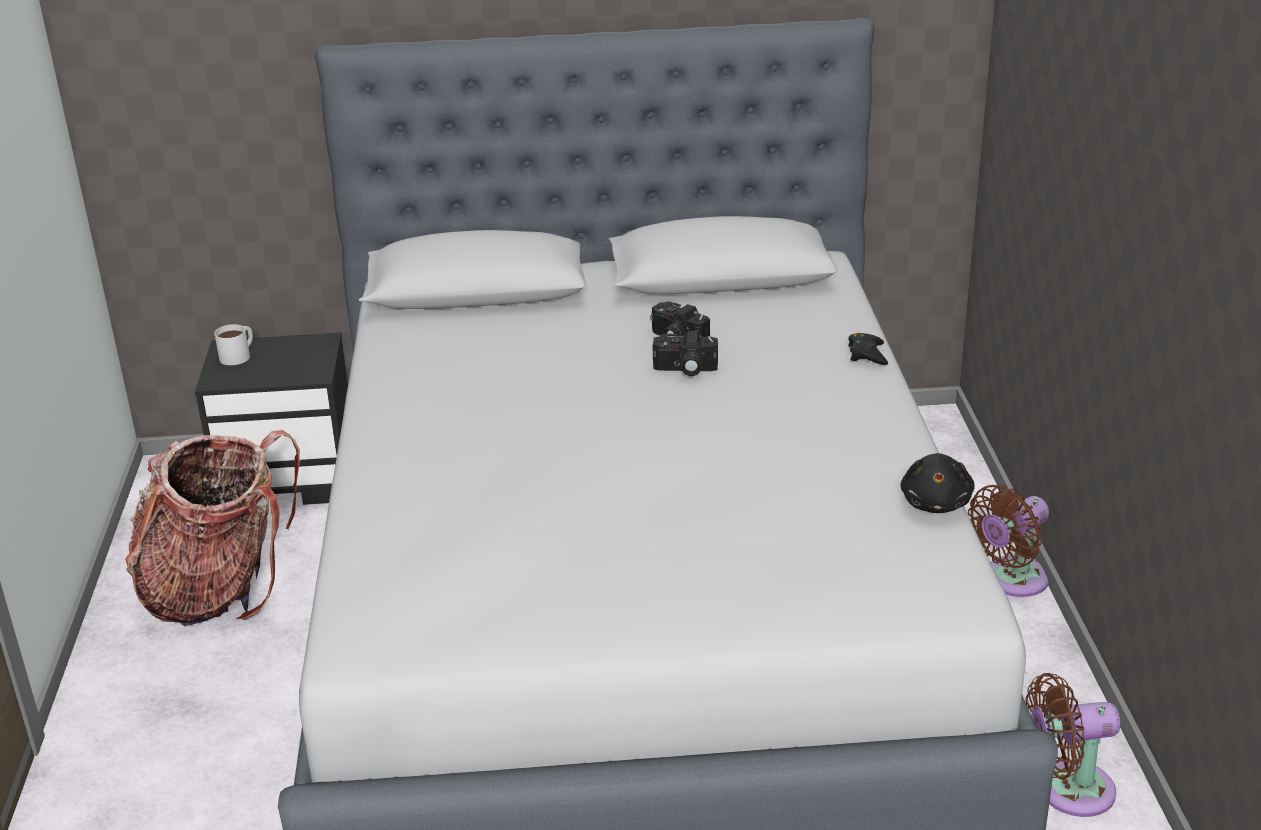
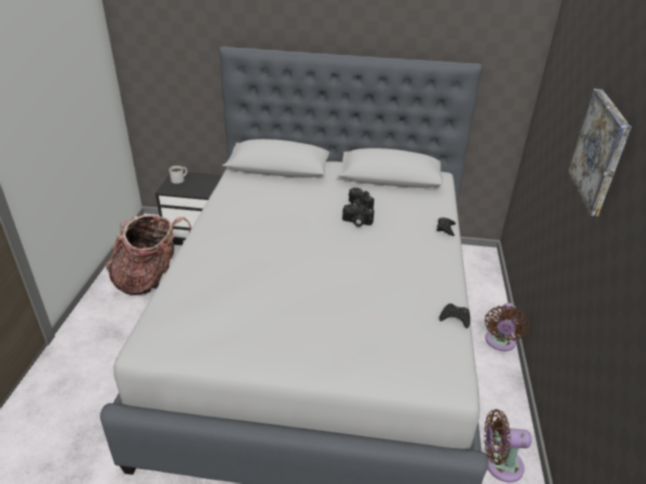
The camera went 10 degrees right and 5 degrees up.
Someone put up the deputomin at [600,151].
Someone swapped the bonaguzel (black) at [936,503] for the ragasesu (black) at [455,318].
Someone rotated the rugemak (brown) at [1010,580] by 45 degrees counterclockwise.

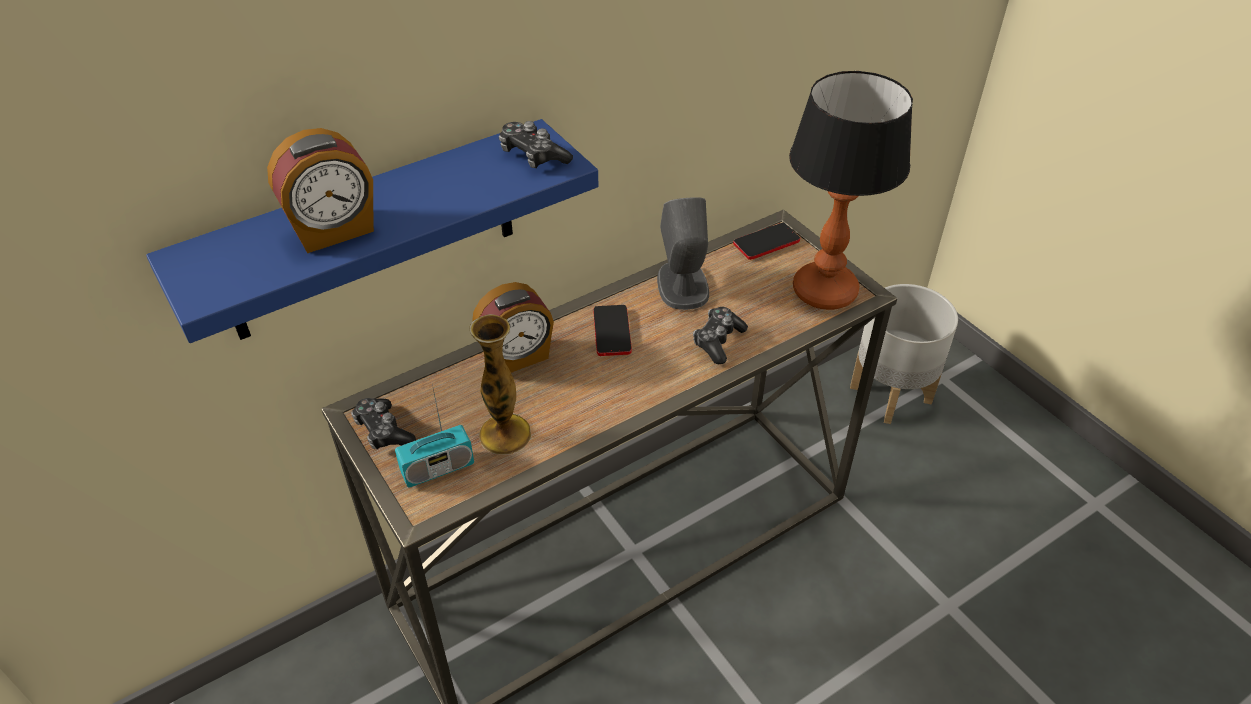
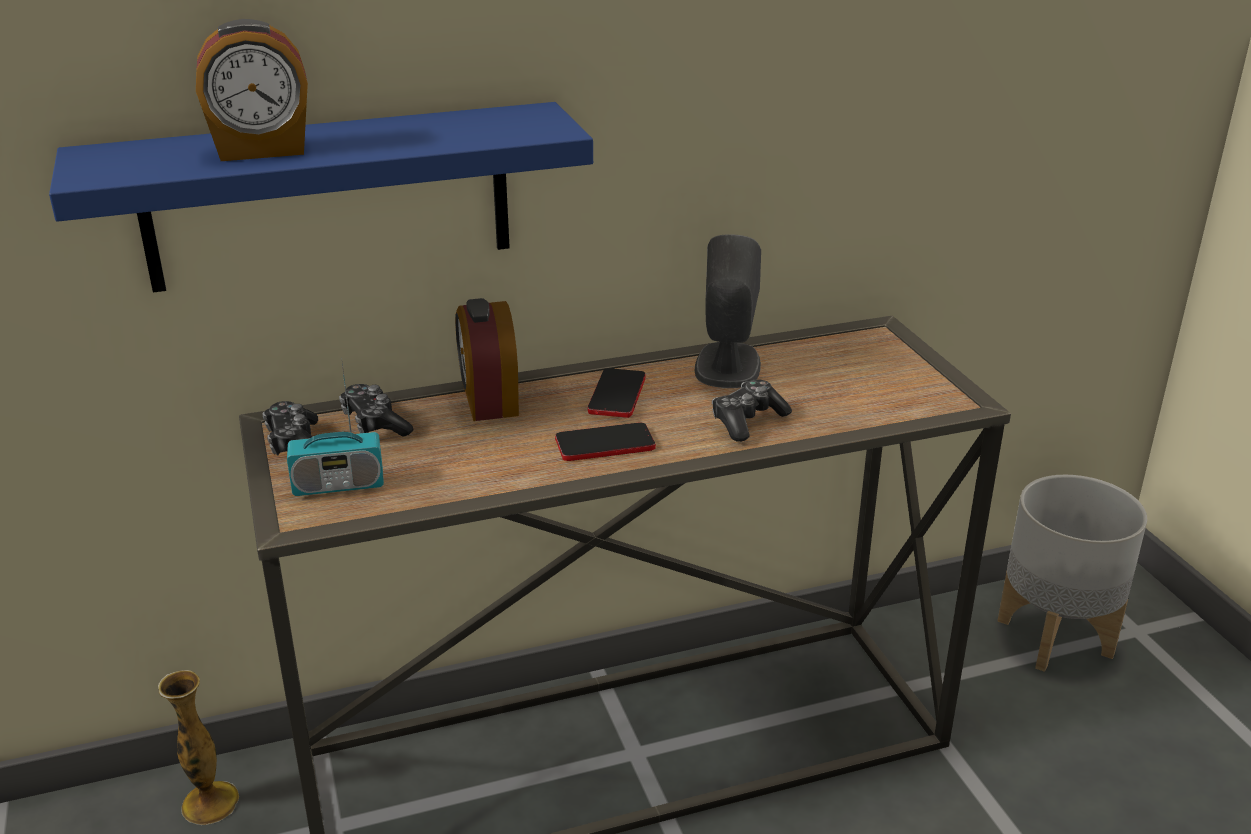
The camera went 15 degrees right and 15 degrees down.
Someone took away the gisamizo at [826,292].
Someone carried the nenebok from [505,434] to [210,803].
Someone carried the ragasesu from [533,156] to [375,423].
Someone carried the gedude from [766,242] to [605,444].
Someone rotated the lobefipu at [517,357] by 90 degrees clockwise.

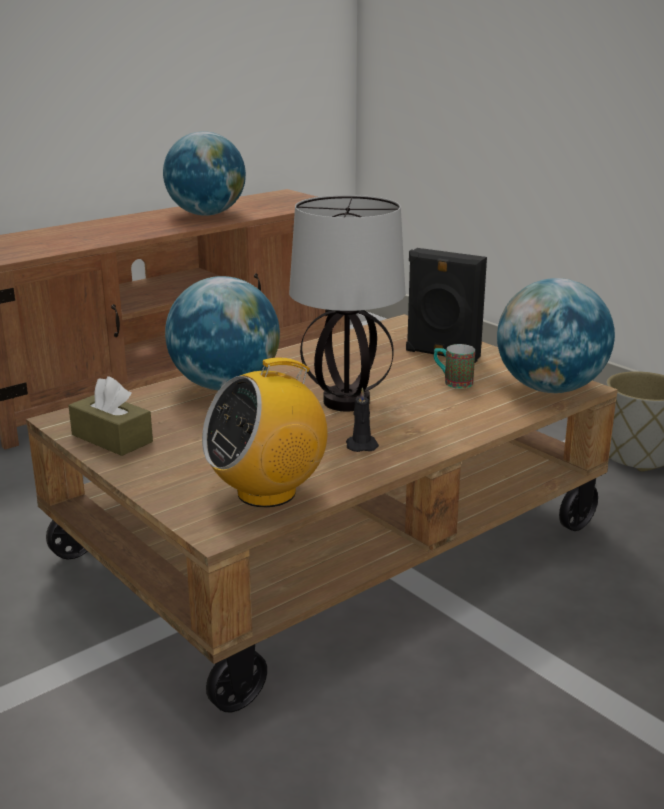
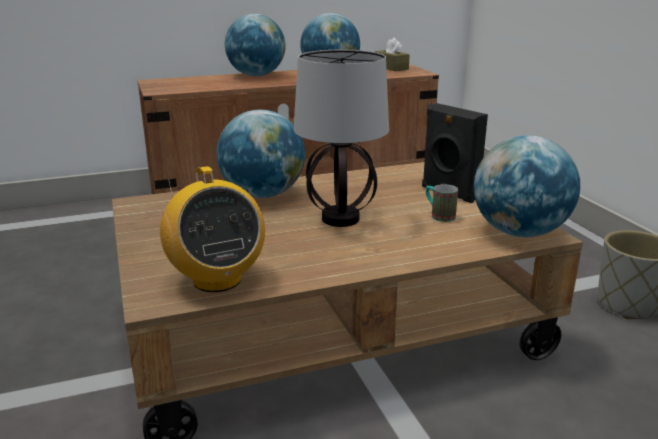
The camera went 20 degrees right and 0 degrees up.
Someone took away the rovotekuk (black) at [361,445].
Someone put down the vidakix at [256,75].
Someone carried the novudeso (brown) from [112,438] to [391,67].
Someone rotated the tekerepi at [267,492] by 105 degrees counterclockwise.

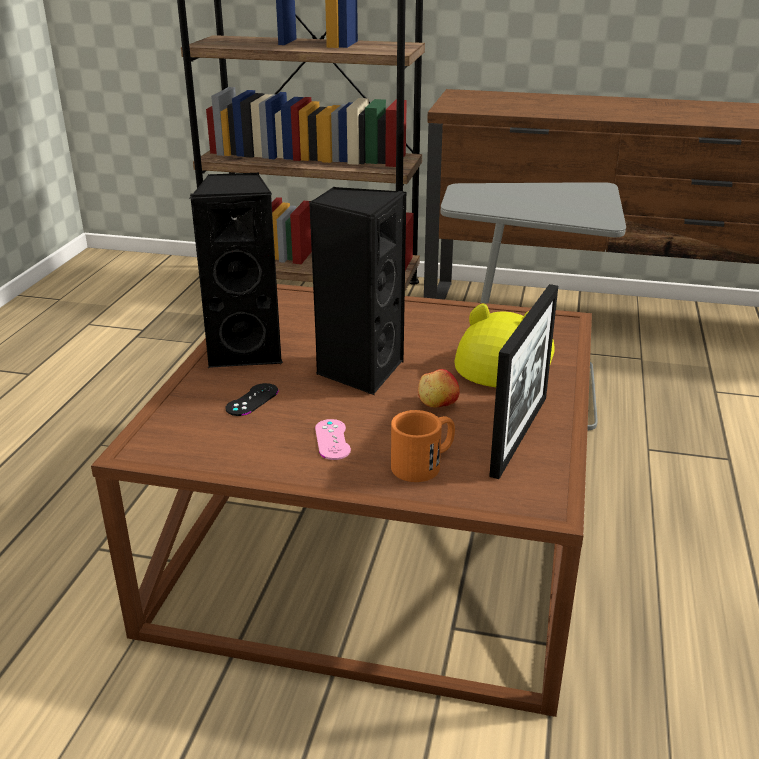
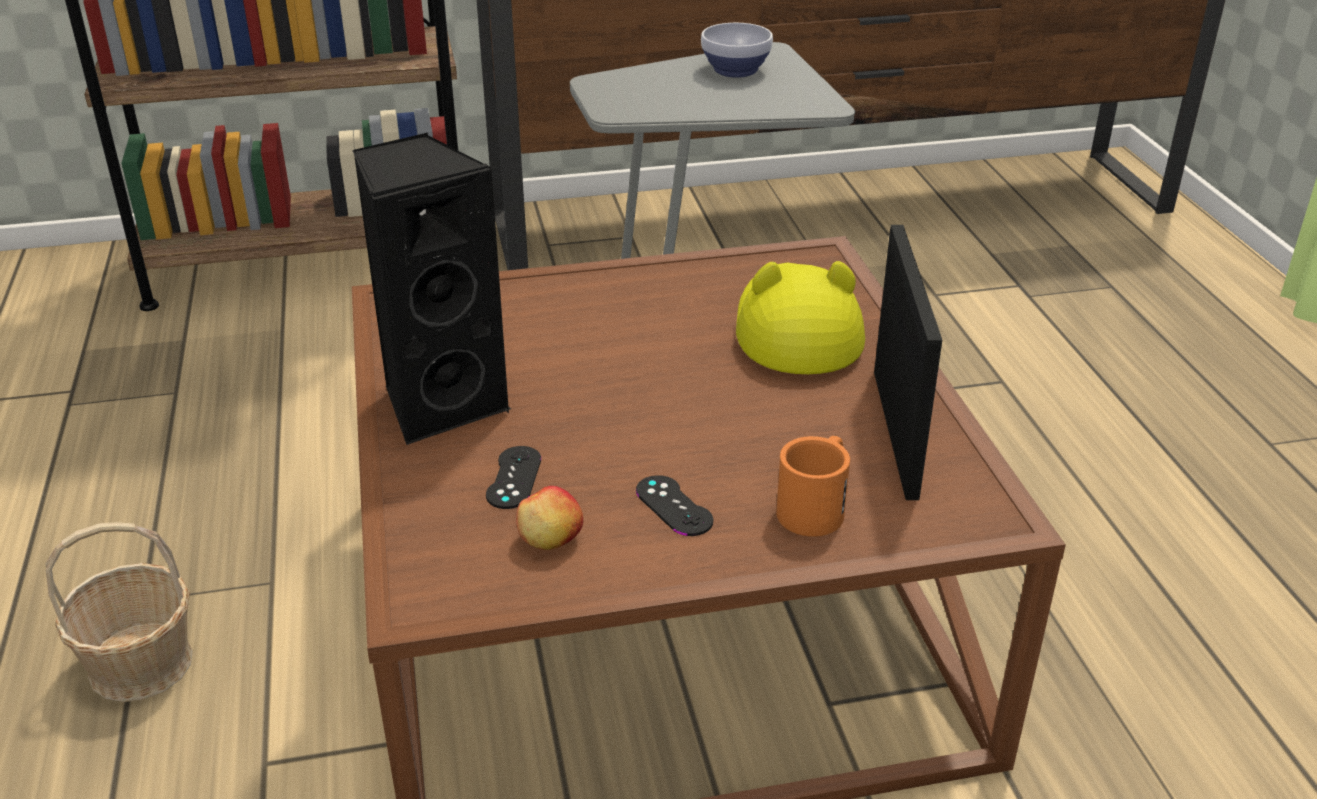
The camera went 25 degrees left and 5 degrees up.
Someone took away the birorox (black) at [359,370].
Someone put down the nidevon at [142,664].
Someone put down the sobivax at [736,71].
Someone carried the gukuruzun from [437,404] to [550,540].
Someone repainted the ragasesu (pink) at [332,439], which became the ragasesu (black) at [674,506].

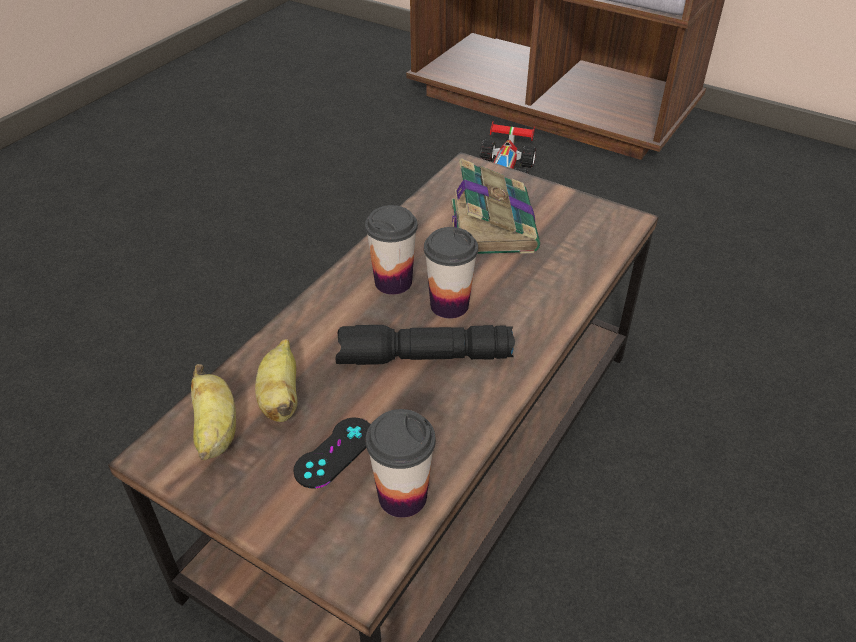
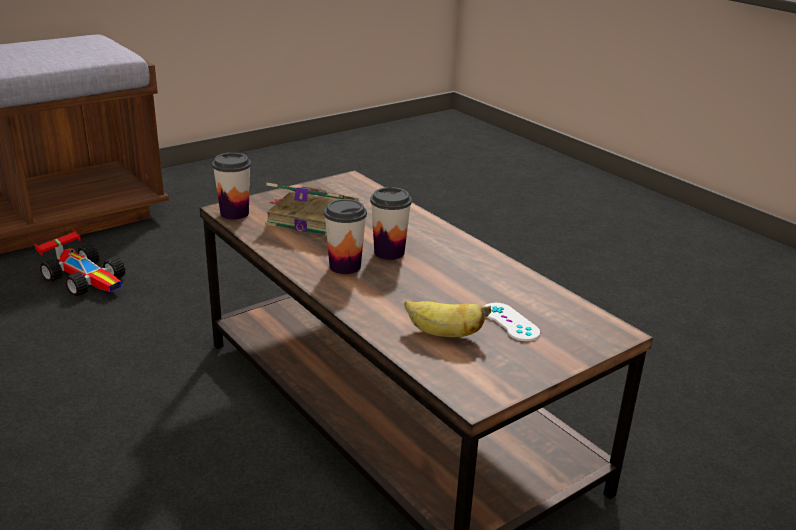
The camera went 70 degrees left and 15 degrees down.
Someone took away the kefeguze at [216,432].
Someone took away the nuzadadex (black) at [423,358].
Someone carried the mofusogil from [402,496] to [234,213].
Someone repainted the ragasesu (black) at [334,452], which became the ragasesu (white) at [510,322].

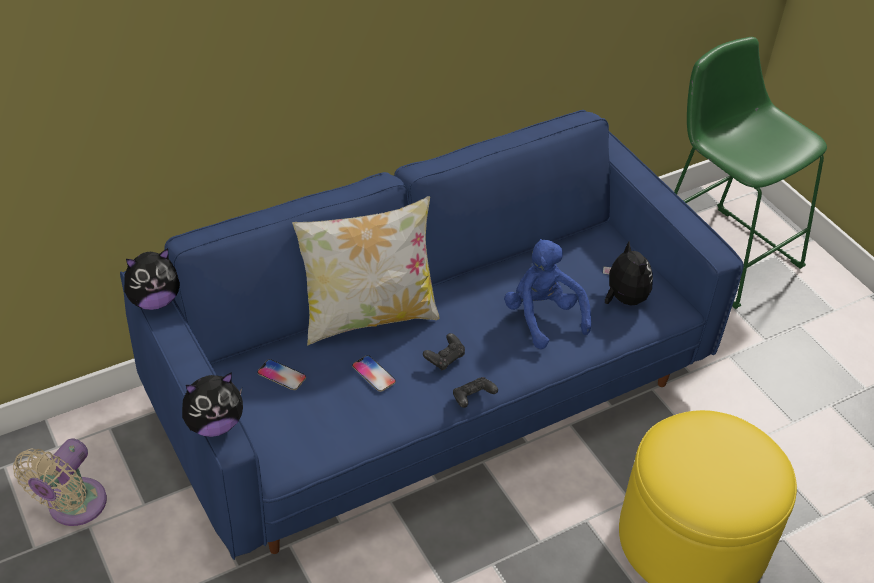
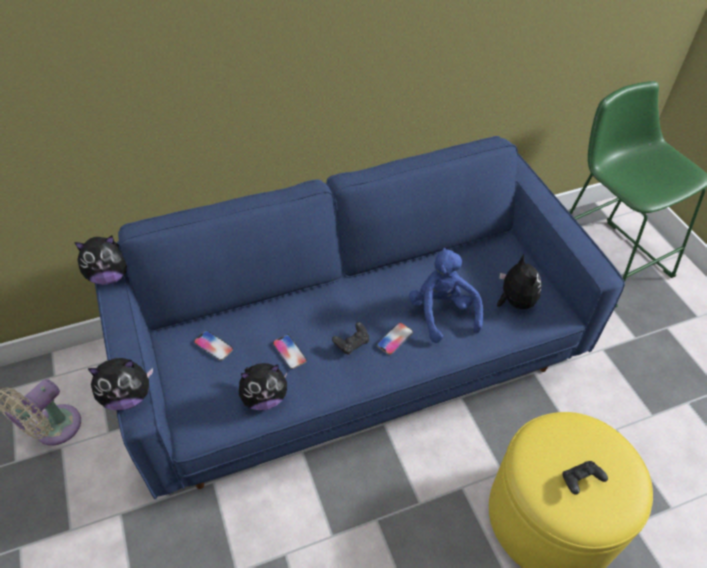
The camera went 10 degrees right and 5 degrees up.
Someone took away the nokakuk at [368,317].
Someone put down the bonaguzel at [264,398].
Someone put down the gedude at [394,339].
Someone carried the ragasesu (black) from [472,398] to [580,481].

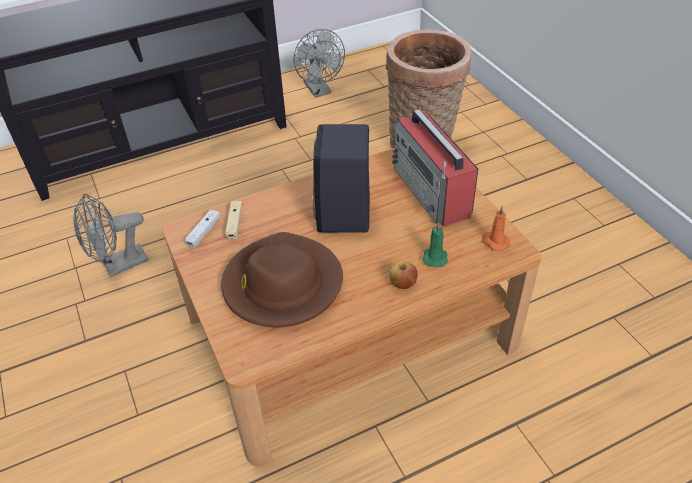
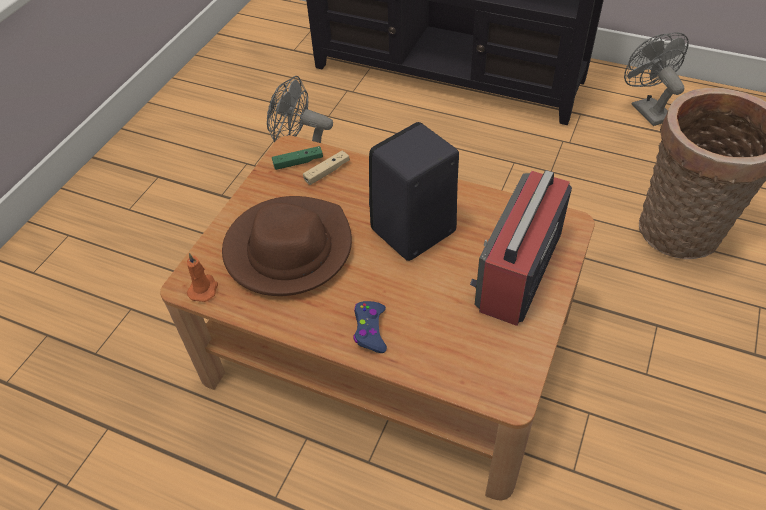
The camera went 50 degrees right and 5 degrees up.
Someone took away the rovotekuk (green) at [435,257].
Someone carried the rovotekuk (orange) from [494,241] to [204,289].
Someone swapped the gukuruzun at [403,284] for the ragasesu (blue) at [370,330].
Someone repainted the ragasesu (white) at [204,232], which became the ragasesu (green) at [298,162].
Someone rotated the rugemak (grey) at [320,91] by 135 degrees clockwise.

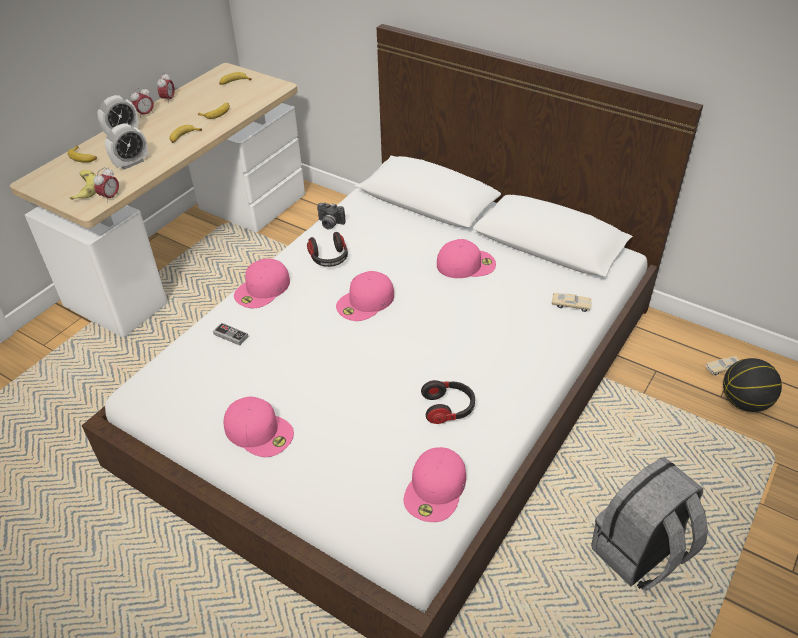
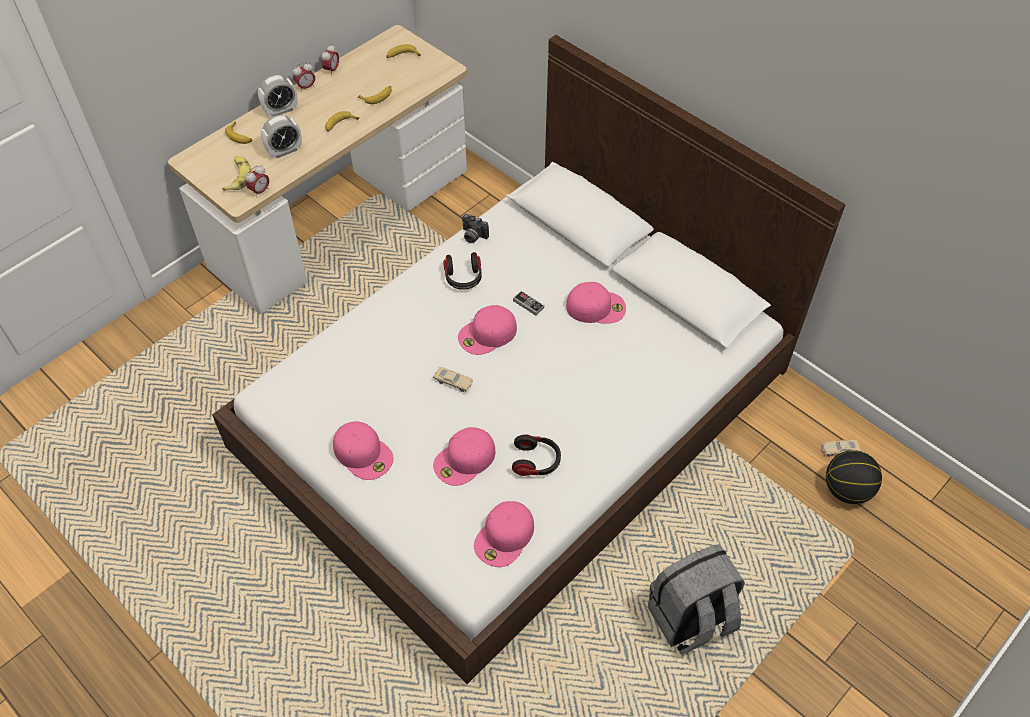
The camera went 10 degrees right and 10 degrees up.
Someone carried the ragasesu from [231,335] to [528,304].
Someone carried the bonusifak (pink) from [262,289] to [464,460].
Someone carried the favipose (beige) from [571,305] to [453,382].

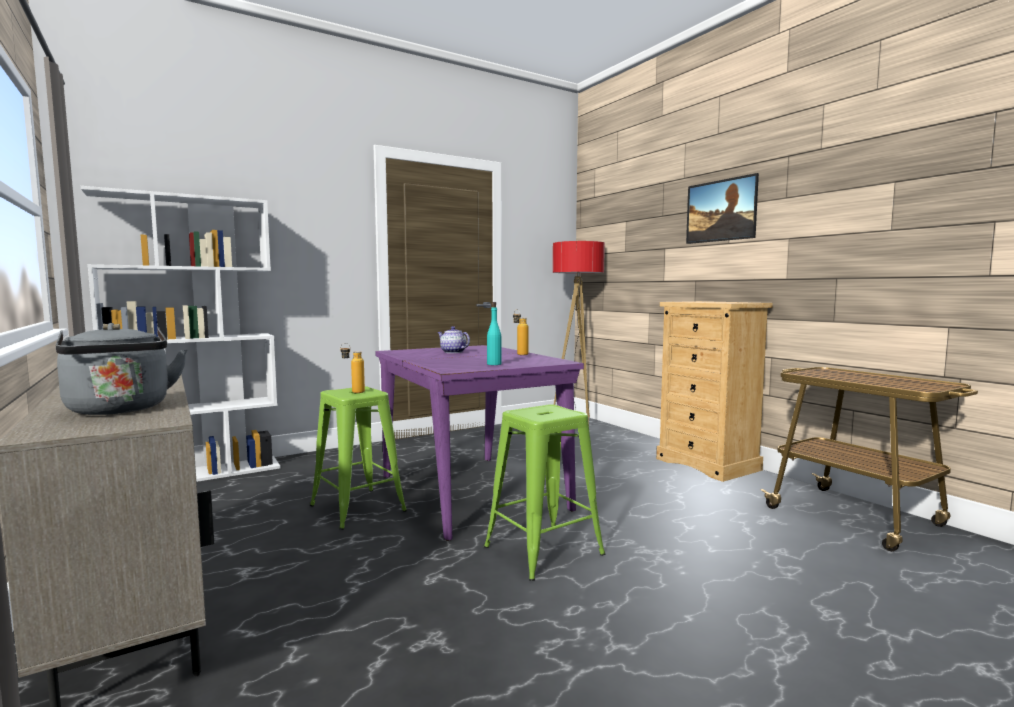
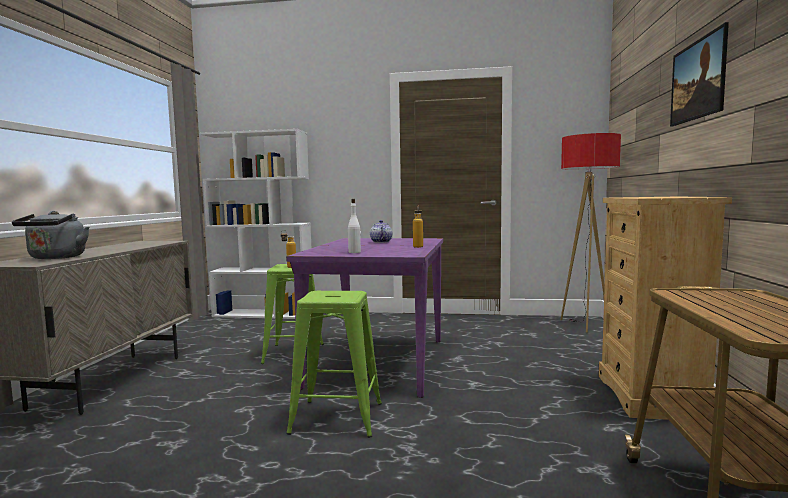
The camera went 40 degrees right and 0 degrees up.
Someone repainted the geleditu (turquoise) at [494,364], which became the geleditu (white) at [354,252].

